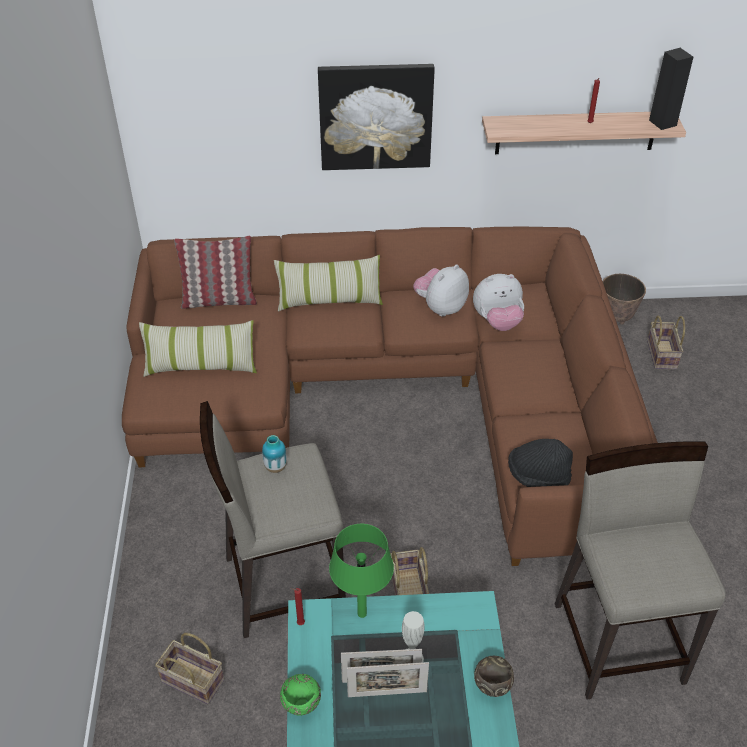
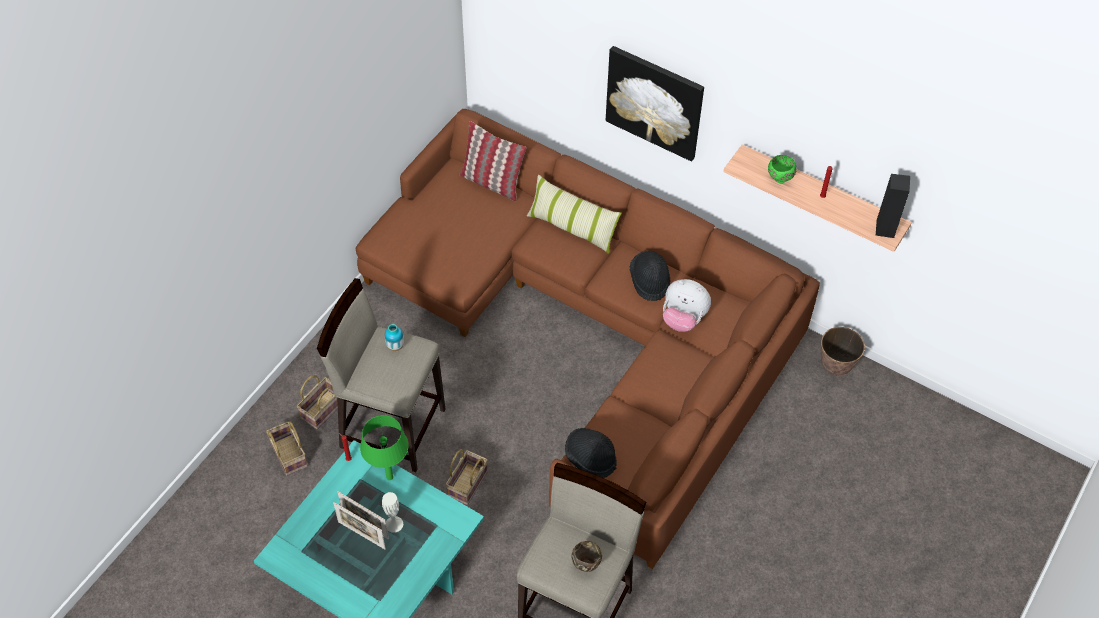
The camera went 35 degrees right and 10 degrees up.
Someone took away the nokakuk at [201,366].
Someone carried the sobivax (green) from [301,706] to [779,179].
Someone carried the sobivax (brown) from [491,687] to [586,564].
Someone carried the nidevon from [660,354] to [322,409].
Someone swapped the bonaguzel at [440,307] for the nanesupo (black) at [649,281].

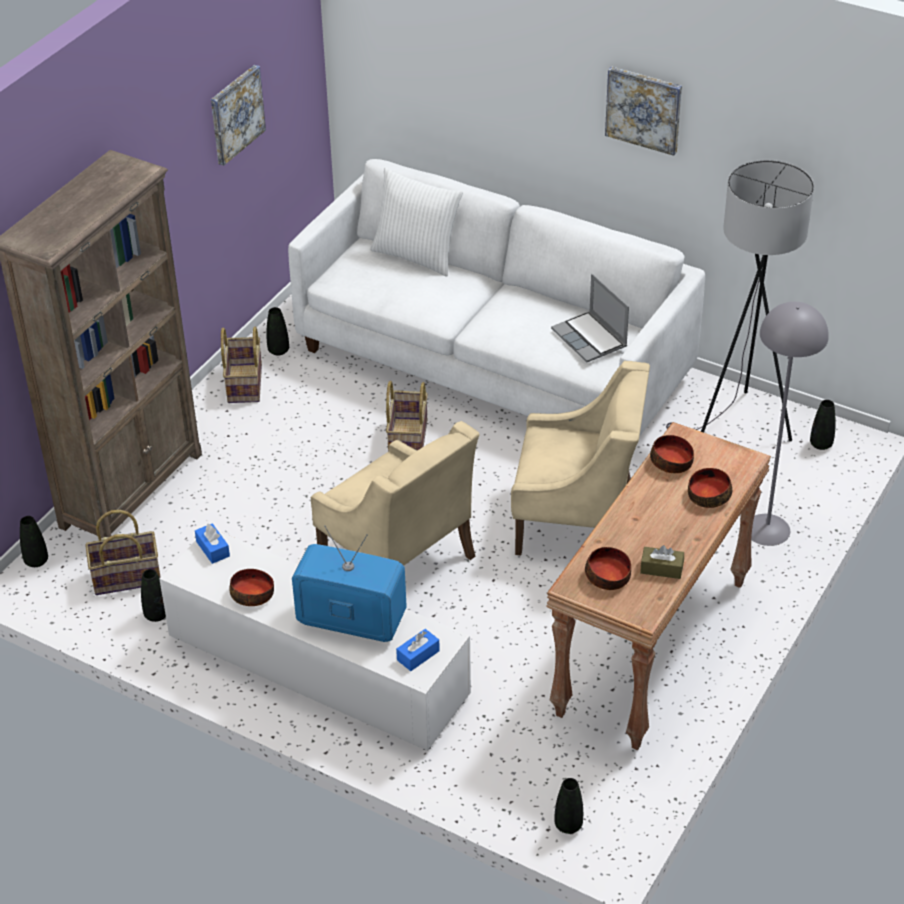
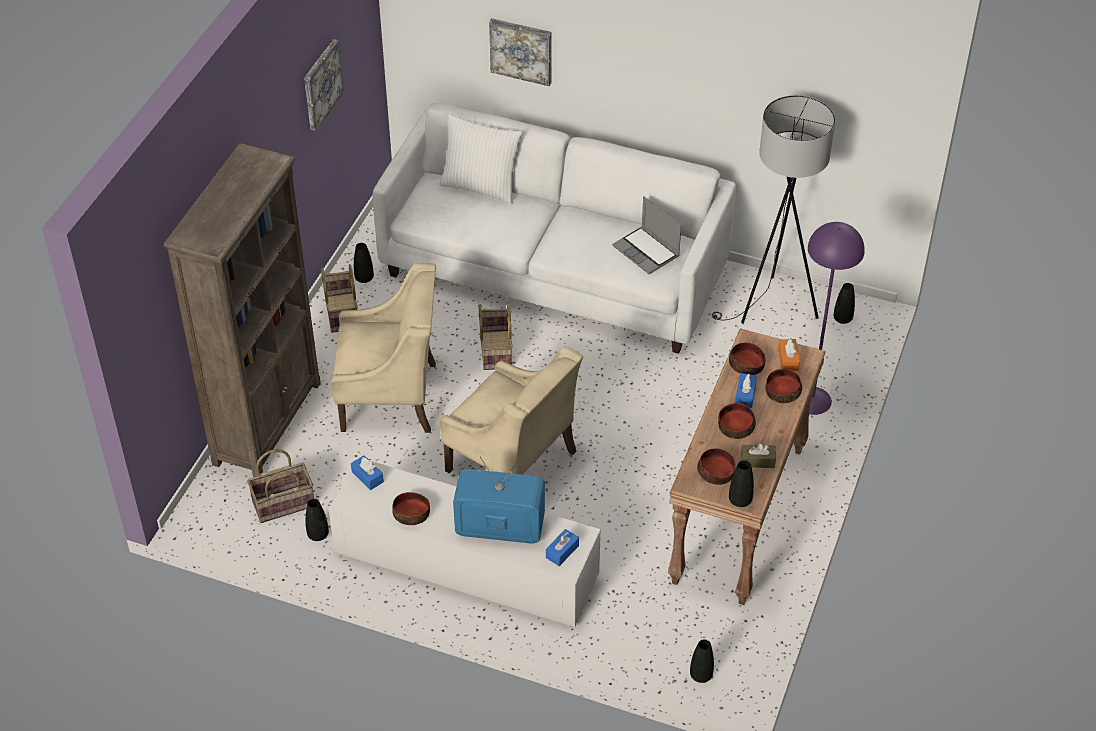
The camera went 10 degrees left and 5 degrees up.
Someone put down the sobivax at [735,426].
Someone put down the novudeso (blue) at [745,395].
Someone put down the novudeso (orange) at [788,359].
Someone carried the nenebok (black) from [36,561] to [740,500].
Someone carried the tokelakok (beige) from [577,522] to [390,397].
Someone carried the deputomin from [644,109] to [521,50].
Someone repainted the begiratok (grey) at [767,529], which became the begiratok (purple) at [812,400].

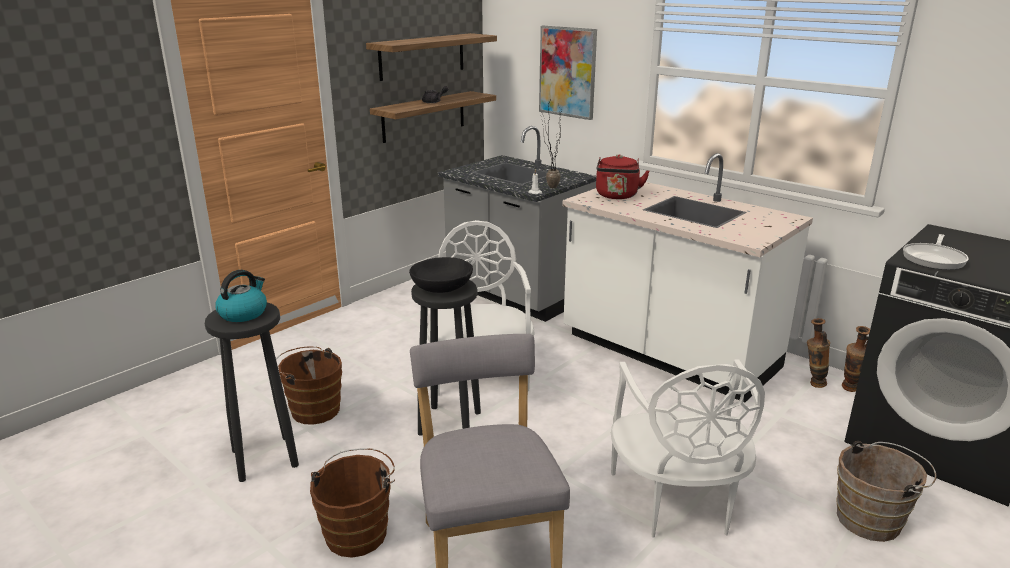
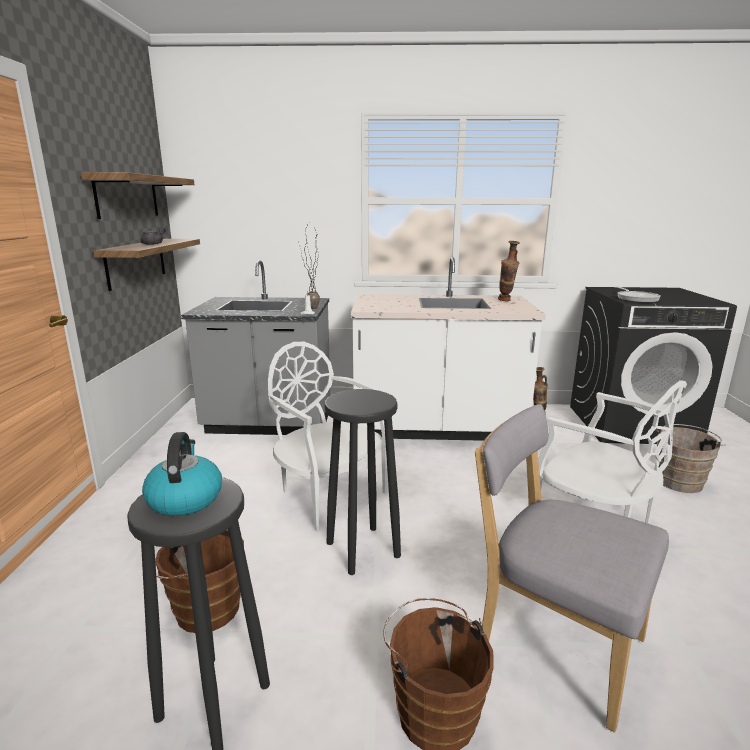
The camera went 40 degrees left and 5 degrees down.
Someone took away the sobivax (black) at [442,287].
Someone took away the deputomin at [567,72].
Someone took away the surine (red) at [617,196].
Someone carried the nenebok from [849,390] to [506,301].

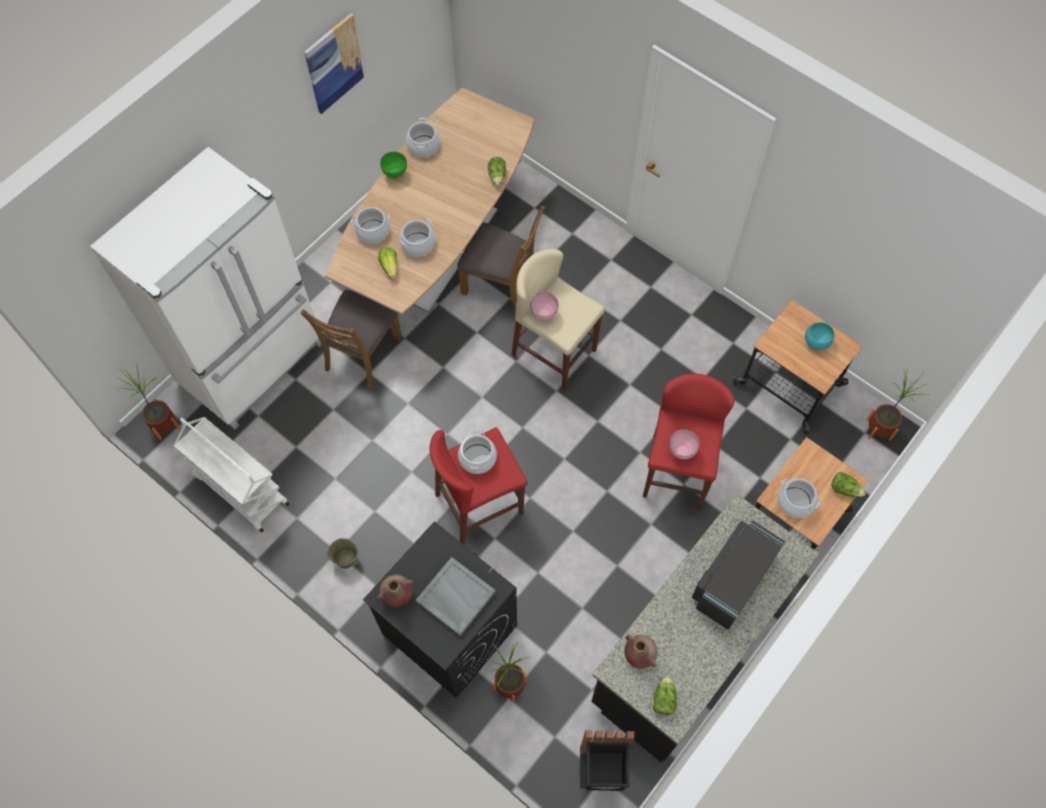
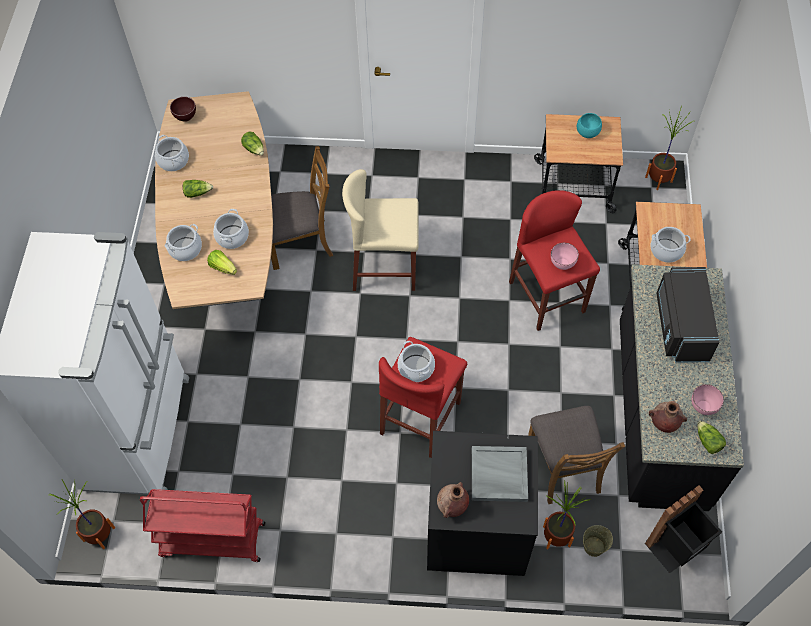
The camera went 35 degrees left and 5 degrees down.
Someone took away the deputomin at [334,63].
Someone took away the sobivax (green) at [395,174].
Someone put down the sobivax (brown) at [186,118].
Someone carried the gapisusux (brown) from [362,353] to [564,467].
Someone carried the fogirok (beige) from [345,559] to [593,547].
Someone carried the sobivax (pink) from [543,314] to [702,407].
Someone carried the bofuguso from [845,488] to [197,193].
Someone repainted the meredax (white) at [240,489], which became the meredax (red) at [212,540].

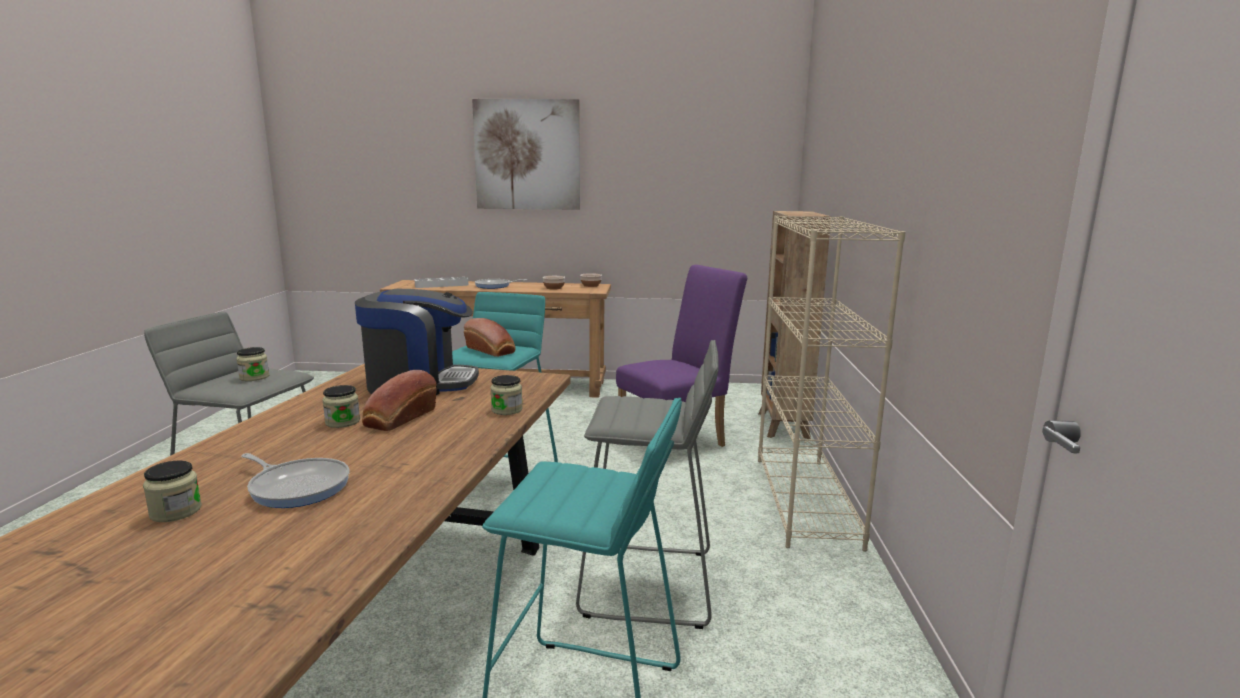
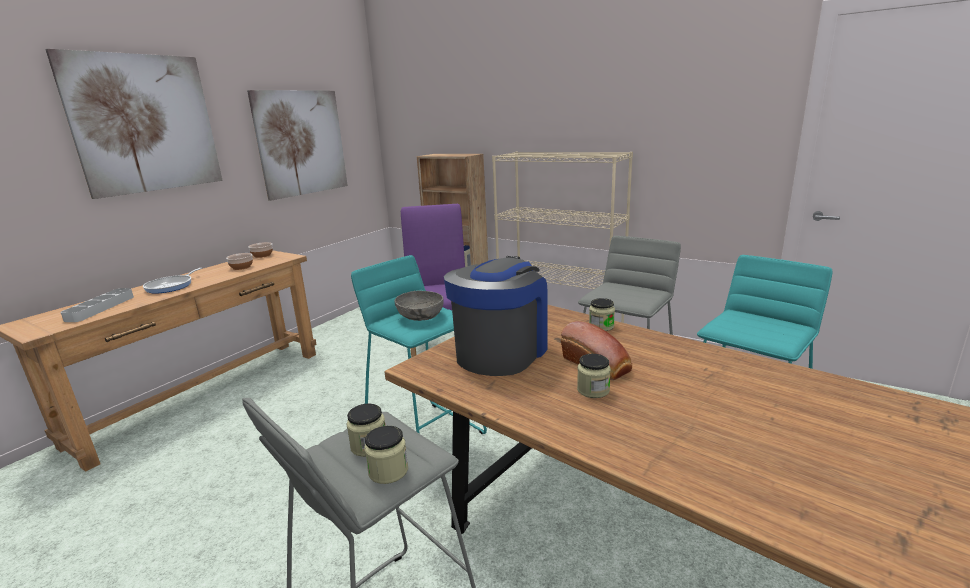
The camera went 60 degrees left and 5 degrees up.
Someone took away the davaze at [297,487].
Someone put up the deputomin at [301,143].
Someone carried the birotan from [176,511] to [388,471].
Someone swapped the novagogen at [491,350] for the sobivax (grey) at [420,317].

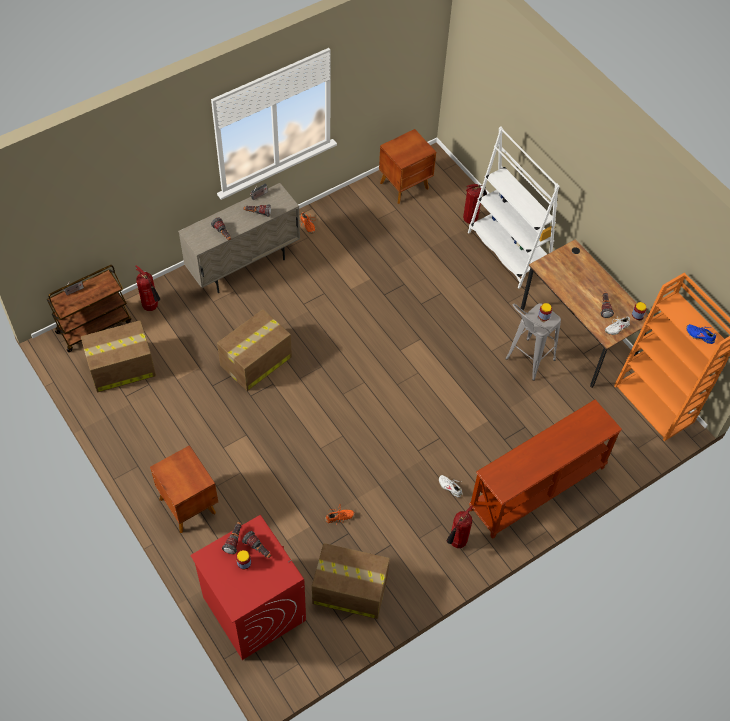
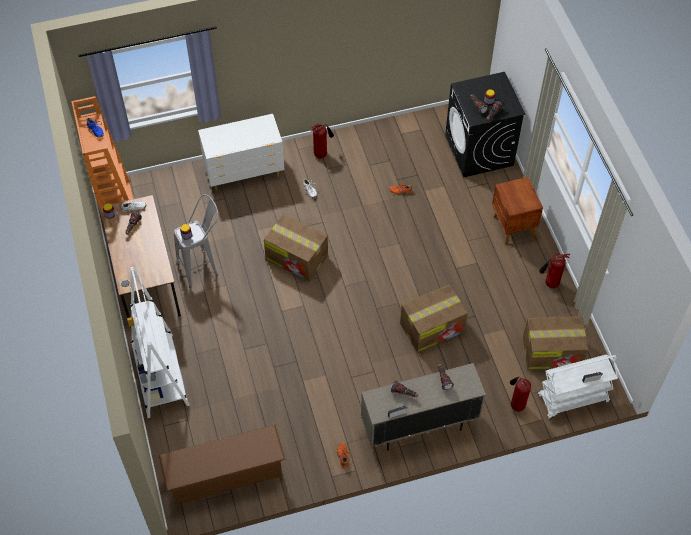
The camera went 160 degrees left and 0 degrees up.
Someone carried the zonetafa from [349,589] to [297,258].
Someone carried the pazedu from [472,219] to [550,284].
Someone swapped the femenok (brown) at [405,186] for the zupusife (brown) at [226,478].
Someone swapped the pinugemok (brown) at [537,489] for the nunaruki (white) at [245,173].
Someone repainted the meredax (brown) at [94,326], which became the meredax (white) at [573,399].
Someone repainted the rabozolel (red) at [253,608], which became the rabozolel (black) at [479,150].

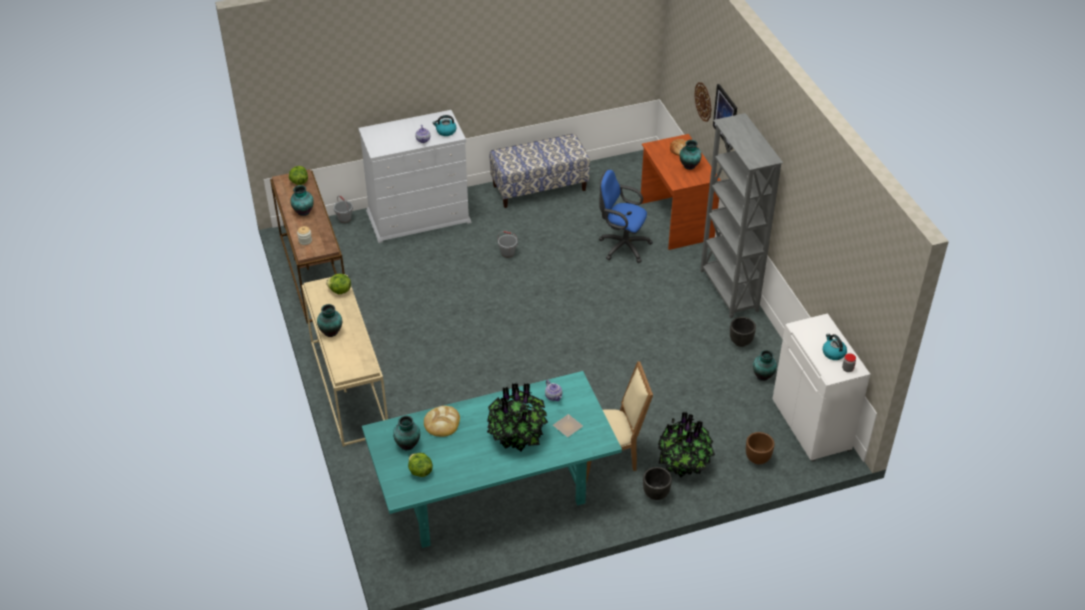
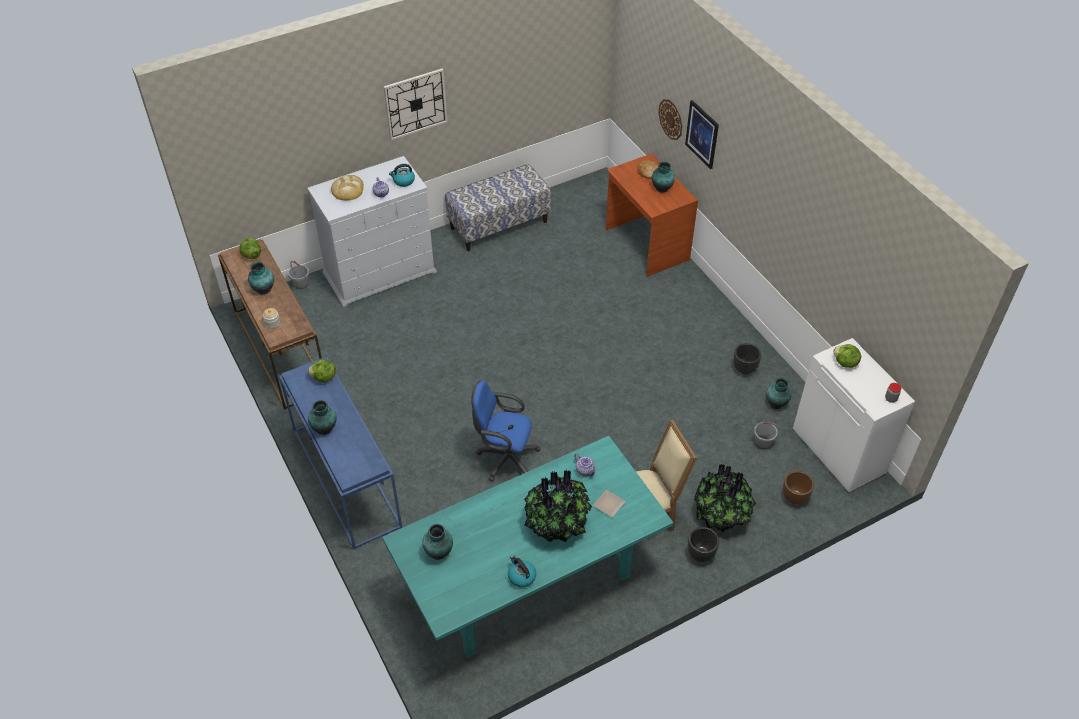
The camera went 10 degrees left and 5 degrees up.
Someone took away the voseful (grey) at [728,291].
Someone put up the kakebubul at [415,104].
Someone carried the bofuguso from [420,471] to [845,363].
Someone carried the novagogen from [442,423] to [348,190].
Someone carried the fogirok (grey) from [508,253] to [763,443].
Someone carried the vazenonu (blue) from [621,246] to [505,458].
Someone carried the surine from [833,353] to [521,576].
Someone repainted the pinugemok (beige) at [348,387], which became the pinugemok (blue) at [344,477].

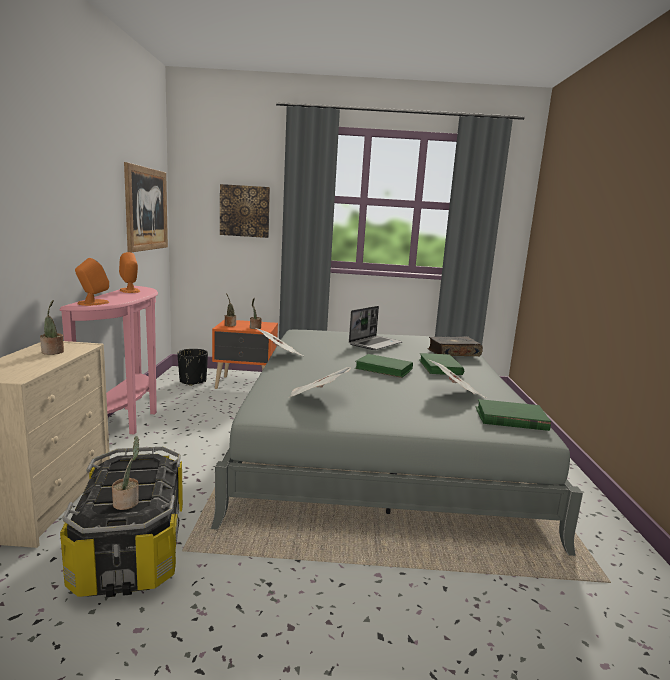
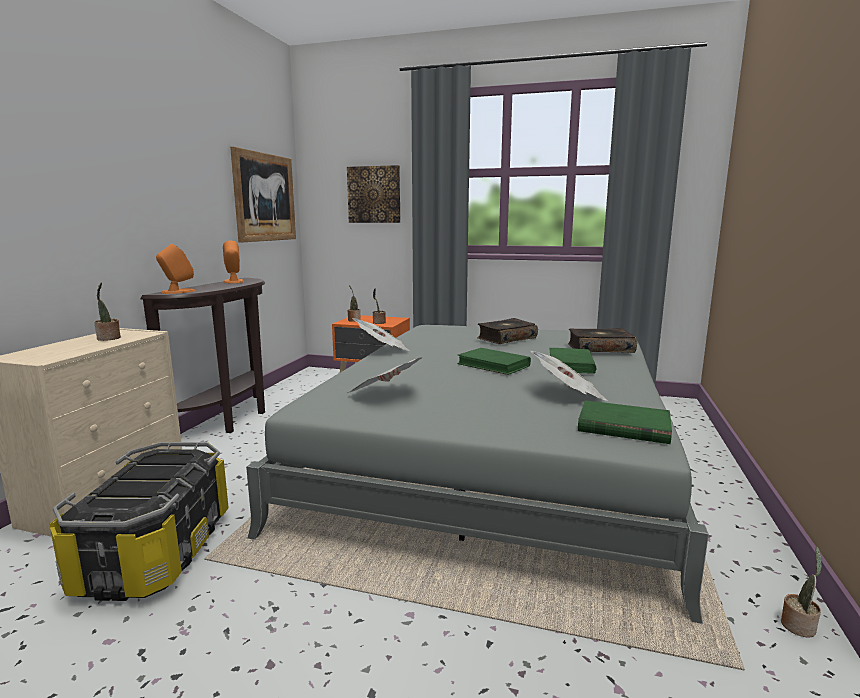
The camera went 15 degrees right and 0 degrees up.
Someone took away the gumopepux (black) at [193,381].
Someone carried the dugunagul from [127,502] to [799,625].
Someone swapped the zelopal at [375,344] for the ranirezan at [506,338].
Someone repainted the pinugemok (pink) at [127,421], which became the pinugemok (brown) at [231,419].

